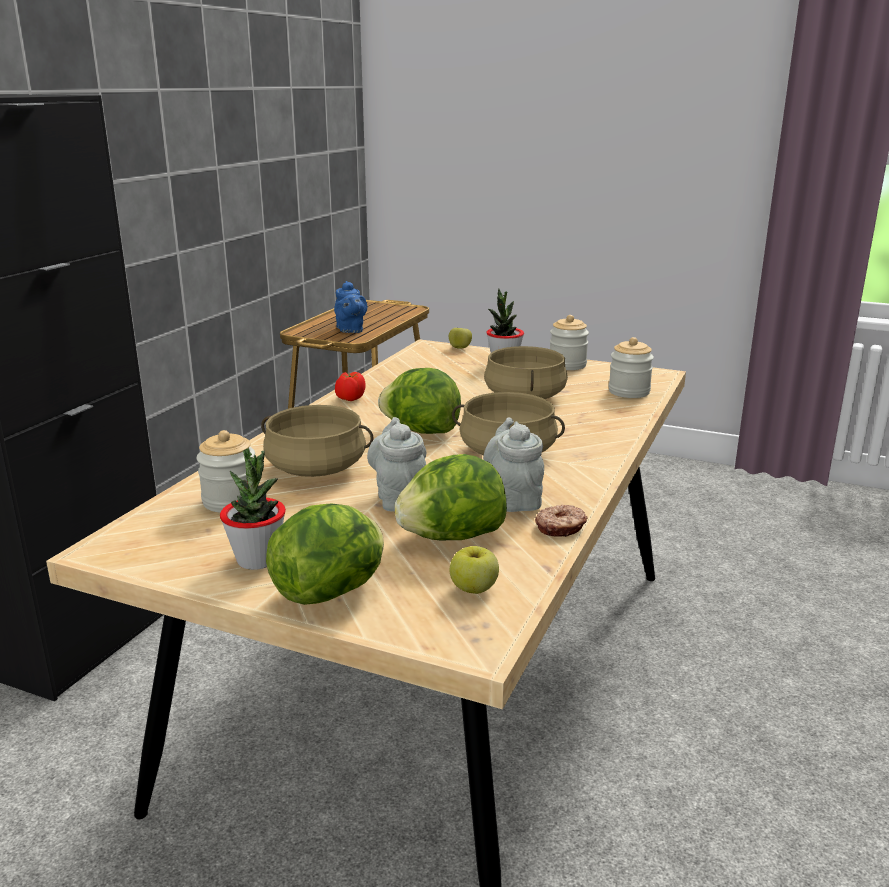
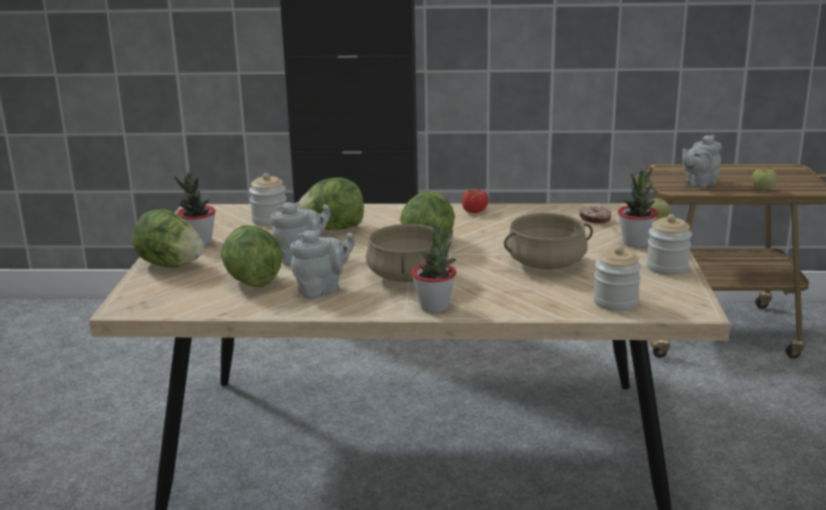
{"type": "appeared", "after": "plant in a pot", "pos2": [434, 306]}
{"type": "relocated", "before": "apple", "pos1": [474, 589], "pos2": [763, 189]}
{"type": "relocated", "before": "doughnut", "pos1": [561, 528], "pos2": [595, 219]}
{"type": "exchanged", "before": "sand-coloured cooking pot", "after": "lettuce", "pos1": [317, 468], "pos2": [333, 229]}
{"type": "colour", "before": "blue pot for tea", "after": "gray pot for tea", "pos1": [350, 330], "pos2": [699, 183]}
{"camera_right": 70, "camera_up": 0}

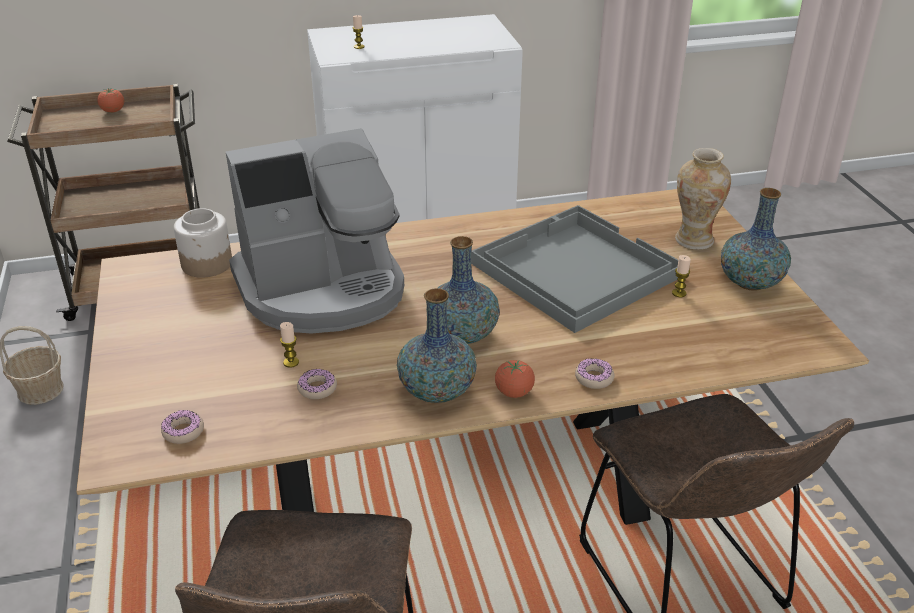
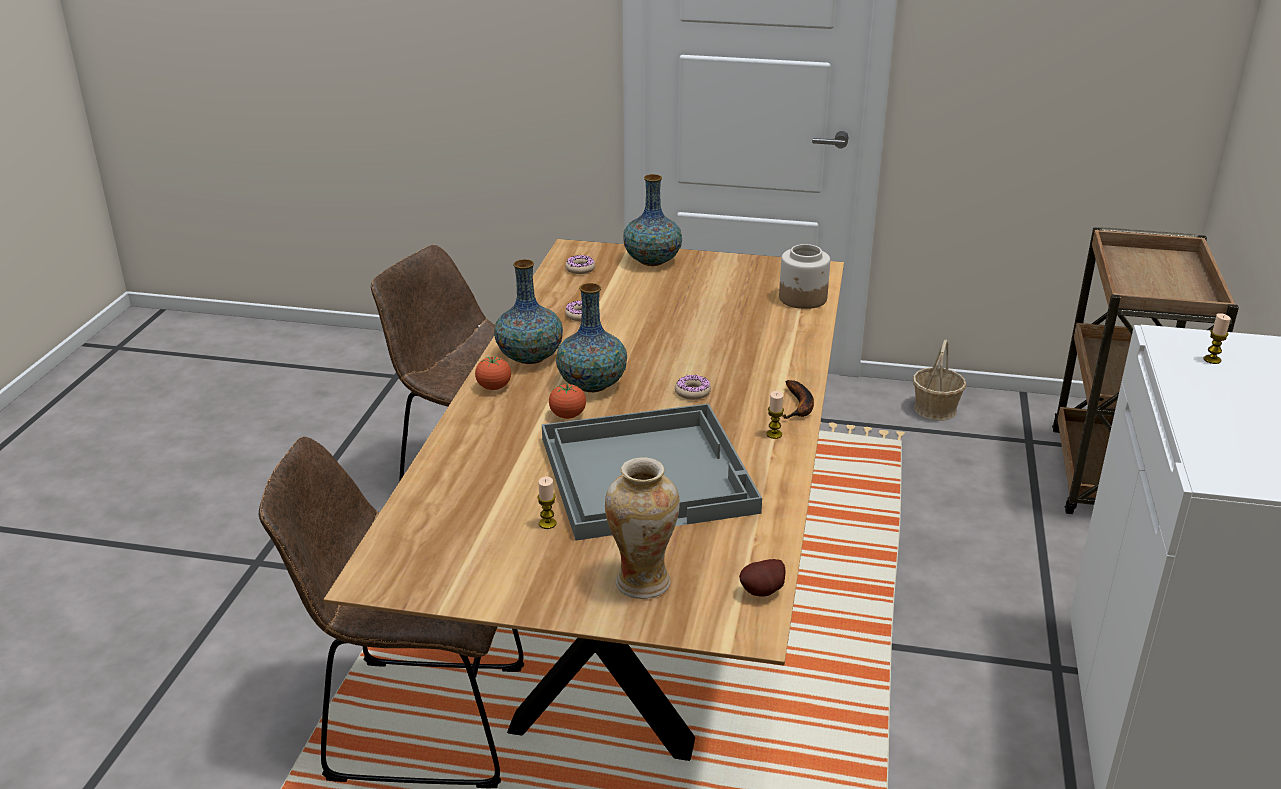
{"type": "missing", "before": "coffee brewer", "pos1": [323, 289]}
{"type": "appeared", "after": "potato", "pos2": [764, 592]}
{"type": "appeared", "after": "banana fruit", "pos2": [800, 406]}
{"type": "relocated", "before": "fresh tomato", "pos1": [113, 111], "pos2": [567, 415]}
{"type": "relocated", "before": "candle", "pos1": [291, 362], "pos2": [774, 434]}
{"type": "relocated", "before": "doughnut", "pos1": [594, 378], "pos2": [692, 392]}
{"type": "relocated", "before": "flower vase", "pos1": [750, 282], "pos2": [652, 261]}
{"camera_right": 115, "camera_up": -5}

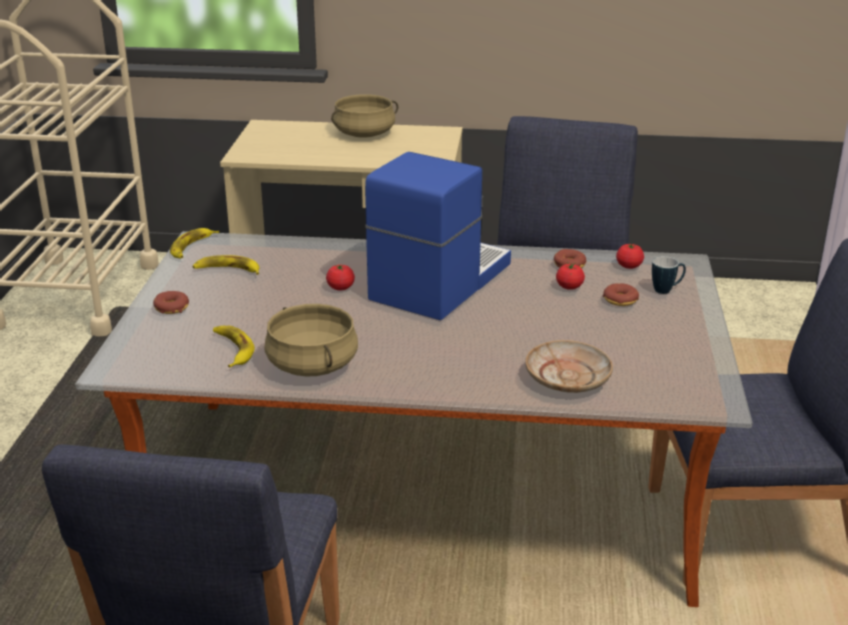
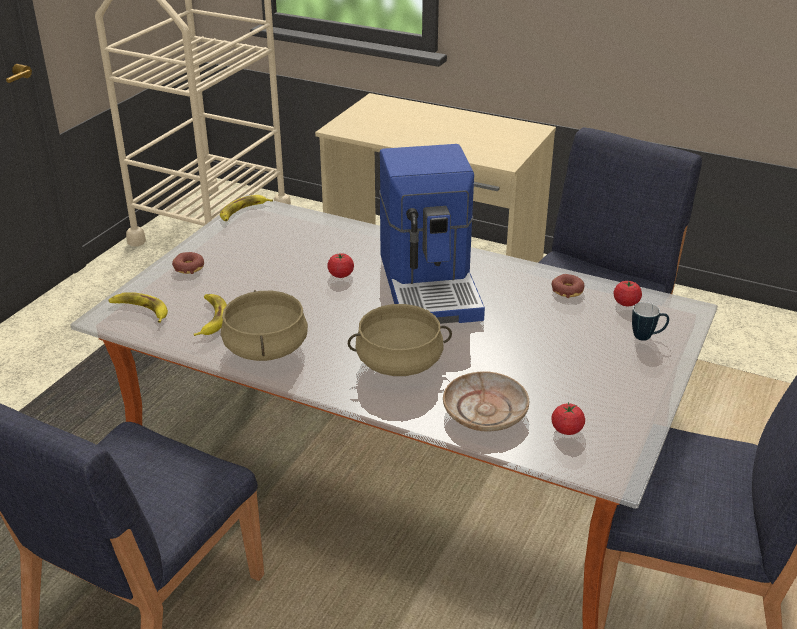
{"type": "missing", "before": "doughnut", "pos1": [620, 300]}
{"type": "relocated", "before": "banana fruit", "pos1": [227, 270], "pos2": [140, 310]}
{"type": "relocated", "before": "sand-coloured cooking pot", "pos1": [364, 134], "pos2": [399, 363]}
{"type": "relocated", "before": "fresh tomato", "pos1": [569, 287], "pos2": [566, 430]}
{"type": "spun", "before": "coffee brewer", "pos1": [438, 282], "pos2": [431, 285], "turn": 120}
{"camera_right": 20, "camera_up": 5}

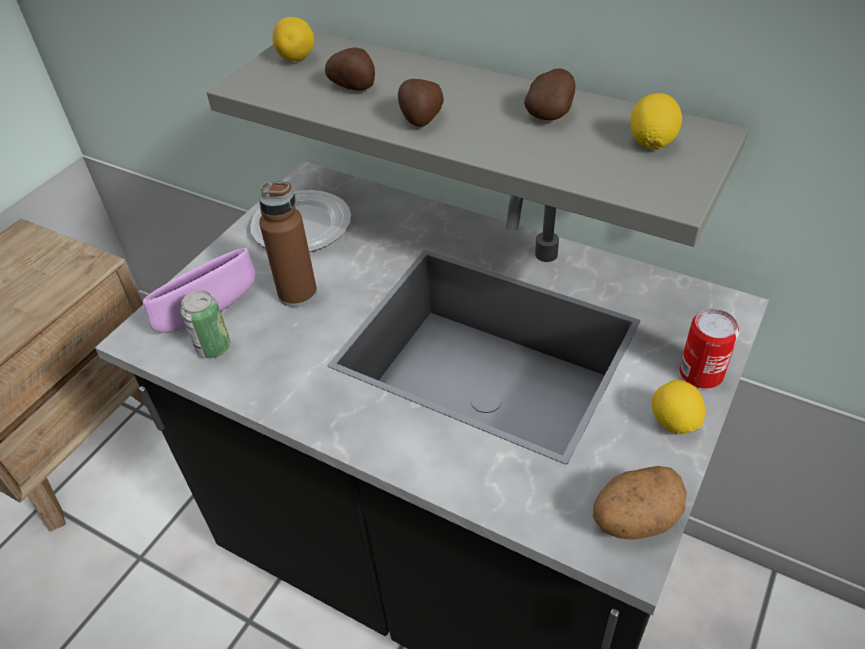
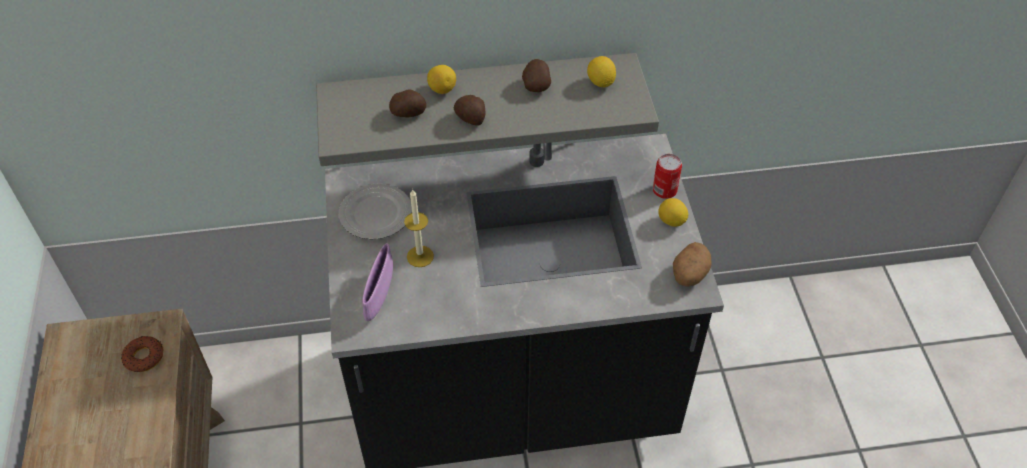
{"type": "missing", "before": "sealed can", "pos1": [213, 348]}
{"type": "appeared", "after": "doughnut", "pos2": [144, 357]}
{"type": "relocated", "before": "lemon", "pos1": [297, 59], "pos2": [442, 89]}
{"type": "exchanged", "before": "brownish drink bottle", "after": "candle", "pos1": [297, 293], "pos2": [420, 256]}
{"camera_right": -40, "camera_up": 5}

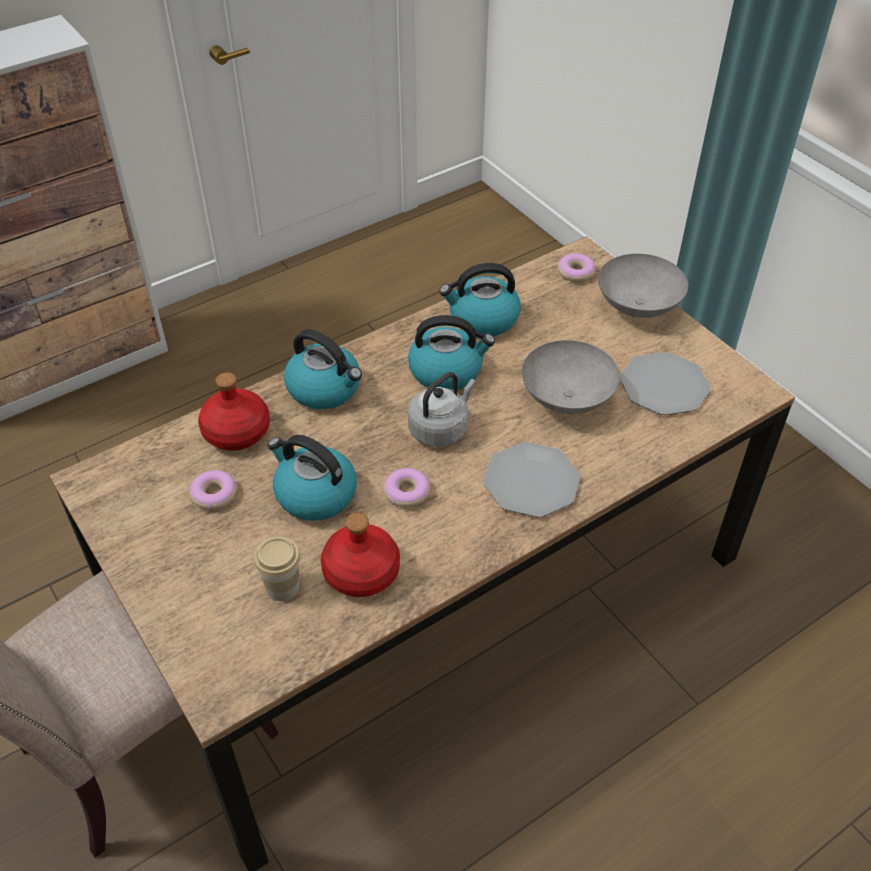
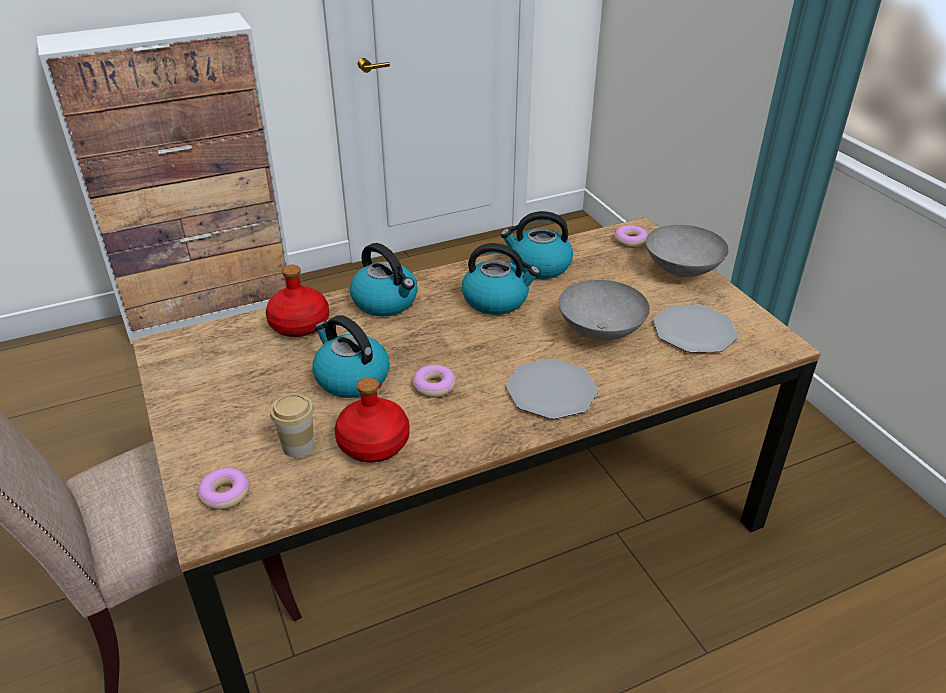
{"type": "missing", "before": "gray water kettle", "pos1": [440, 428]}
{"type": "relocated", "before": "doughnut", "pos1": [214, 494], "pos2": [225, 494]}
{"camera_right": 10, "camera_up": -10}

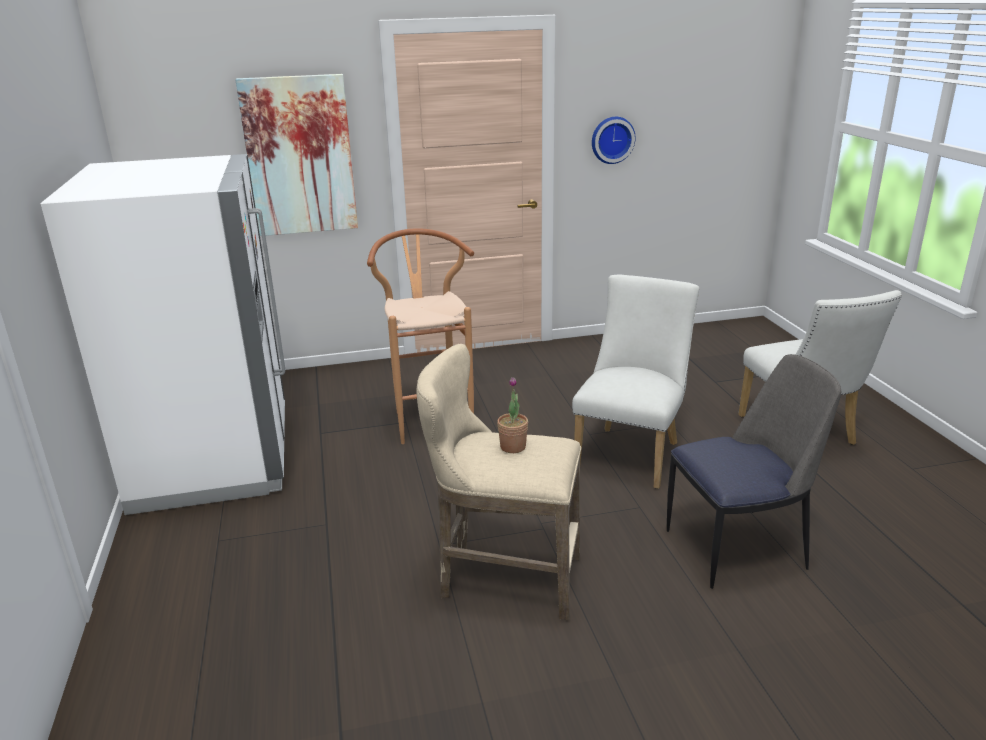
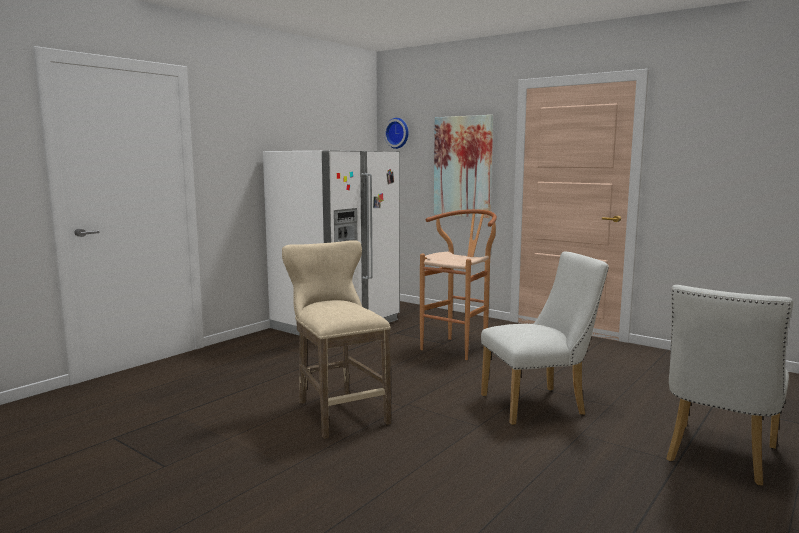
{"type": "missing", "before": "plant in a pot", "pos1": [513, 447]}
{"type": "missing", "before": "chair", "pos1": [738, 548]}
{"type": "relocated", "before": "wall clock", "pos1": [612, 139], "pos2": [398, 133]}
{"camera_right": 50, "camera_up": -15}

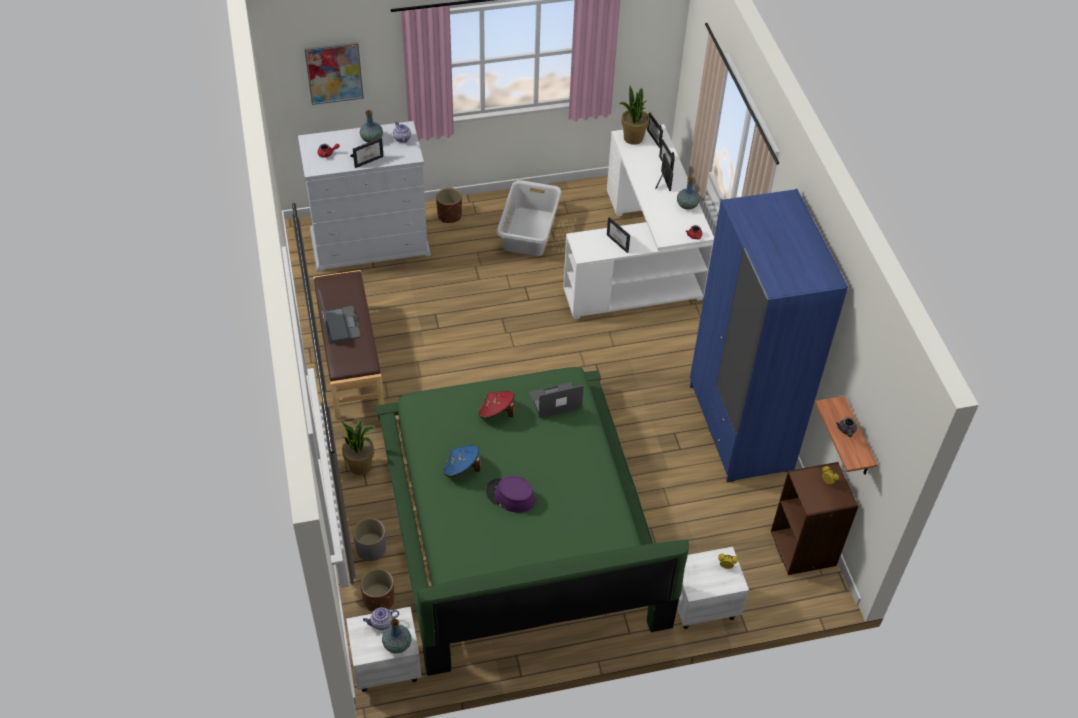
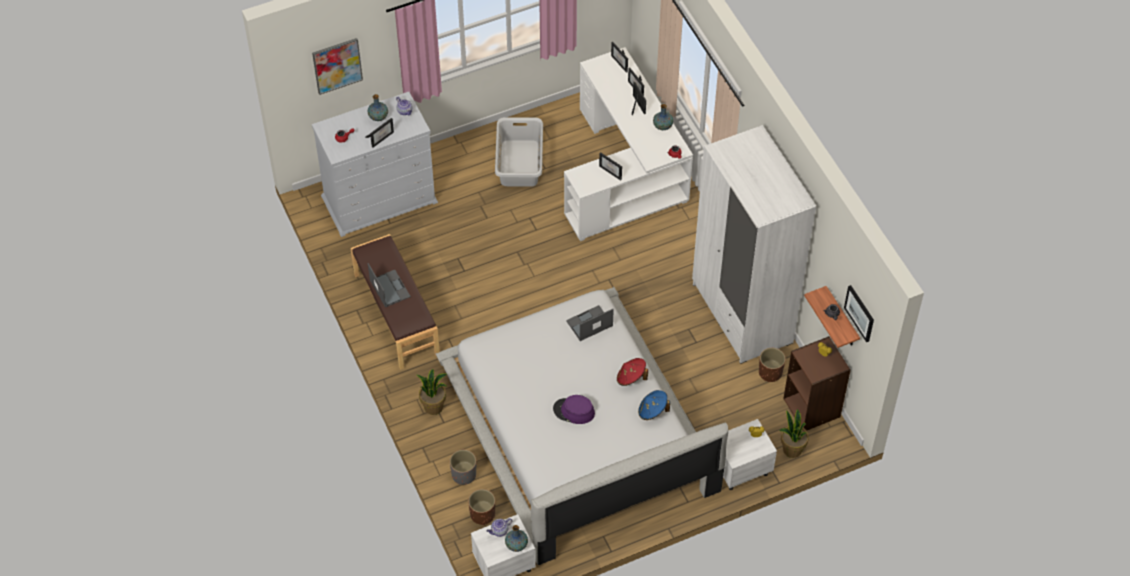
{"type": "appeared", "after": "wall art", "pos2": [860, 313]}
{"type": "relocated", "before": "brownish plant pot", "pos1": [449, 215], "pos2": [770, 372]}
{"type": "relocated", "before": "blue clothing hat", "pos1": [461, 468], "pos2": [652, 411]}
{"type": "relocated", "before": "red-coloured clothing hat", "pos1": [496, 413], "pos2": [631, 378]}
{"type": "relocated", "before": "plant in a pot", "pos1": [633, 138], "pos2": [792, 449]}
{"type": "colour", "before": "green-coloured bedroom bed", "after": "white bedroom bed", "pos1": [518, 521], "pos2": [577, 429]}
{"type": "colour", "before": "blue armoire", "after": "white armoire", "pos1": [739, 427], "pos2": [741, 314]}
{"camera_right": -10, "camera_up": 5}

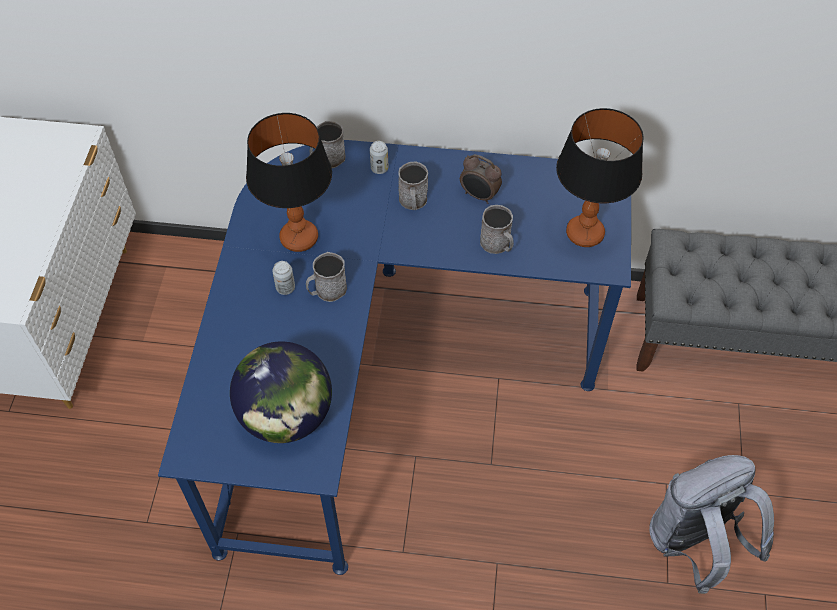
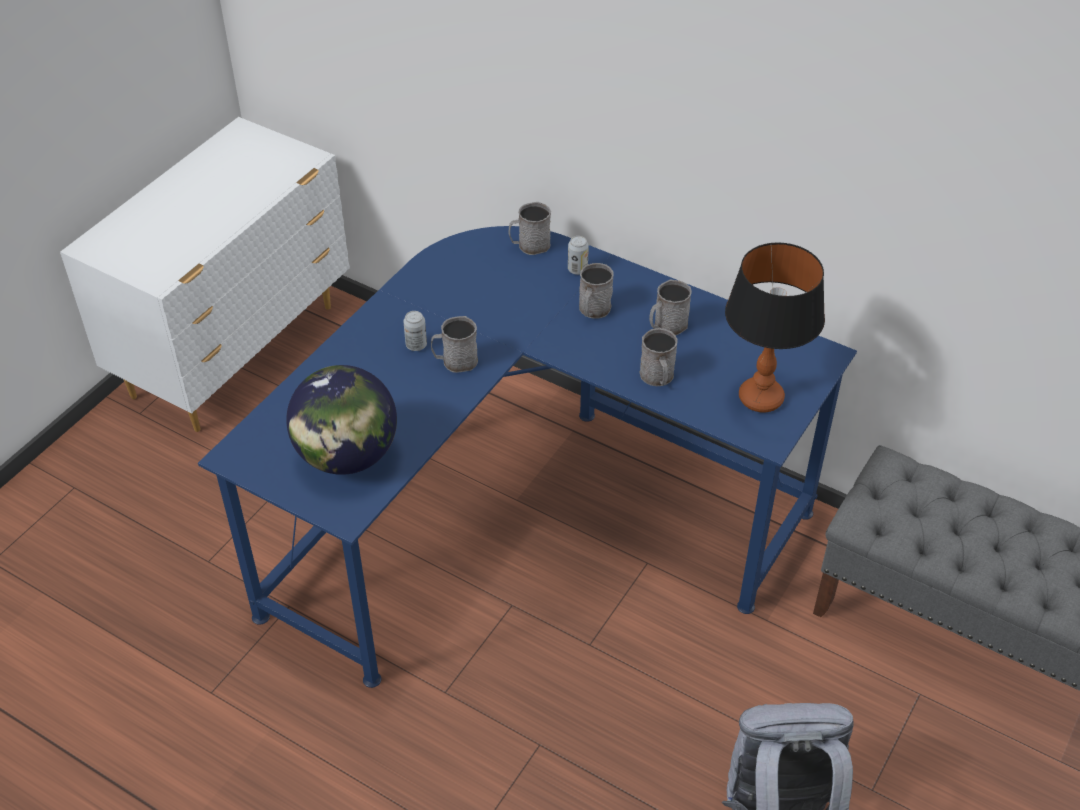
{"type": "missing", "before": "lamp for a table", "pos1": [299, 238]}
{"type": "exchanged", "before": "table clock", "after": "gray tea mug", "pos1": [479, 196], "pos2": [667, 326]}
{"camera_right": 25, "camera_up": -10}

